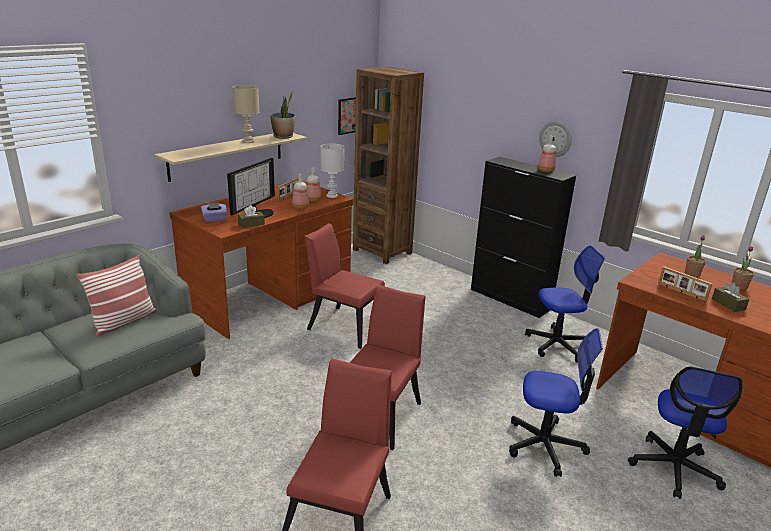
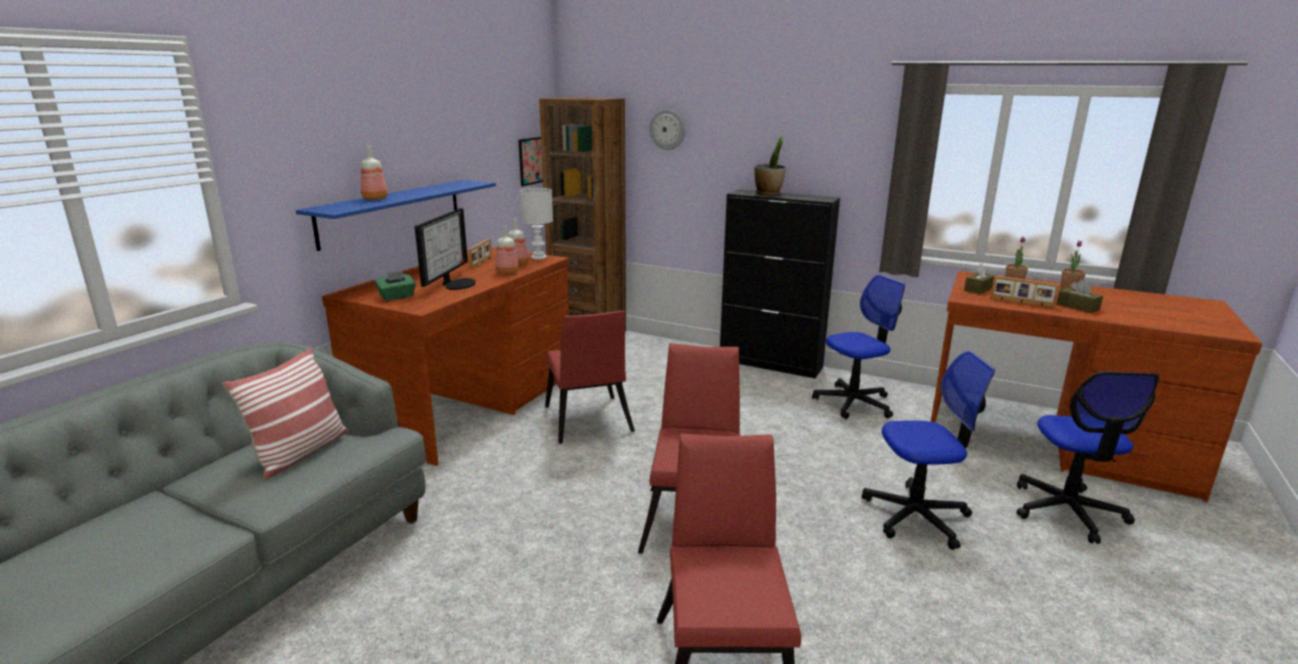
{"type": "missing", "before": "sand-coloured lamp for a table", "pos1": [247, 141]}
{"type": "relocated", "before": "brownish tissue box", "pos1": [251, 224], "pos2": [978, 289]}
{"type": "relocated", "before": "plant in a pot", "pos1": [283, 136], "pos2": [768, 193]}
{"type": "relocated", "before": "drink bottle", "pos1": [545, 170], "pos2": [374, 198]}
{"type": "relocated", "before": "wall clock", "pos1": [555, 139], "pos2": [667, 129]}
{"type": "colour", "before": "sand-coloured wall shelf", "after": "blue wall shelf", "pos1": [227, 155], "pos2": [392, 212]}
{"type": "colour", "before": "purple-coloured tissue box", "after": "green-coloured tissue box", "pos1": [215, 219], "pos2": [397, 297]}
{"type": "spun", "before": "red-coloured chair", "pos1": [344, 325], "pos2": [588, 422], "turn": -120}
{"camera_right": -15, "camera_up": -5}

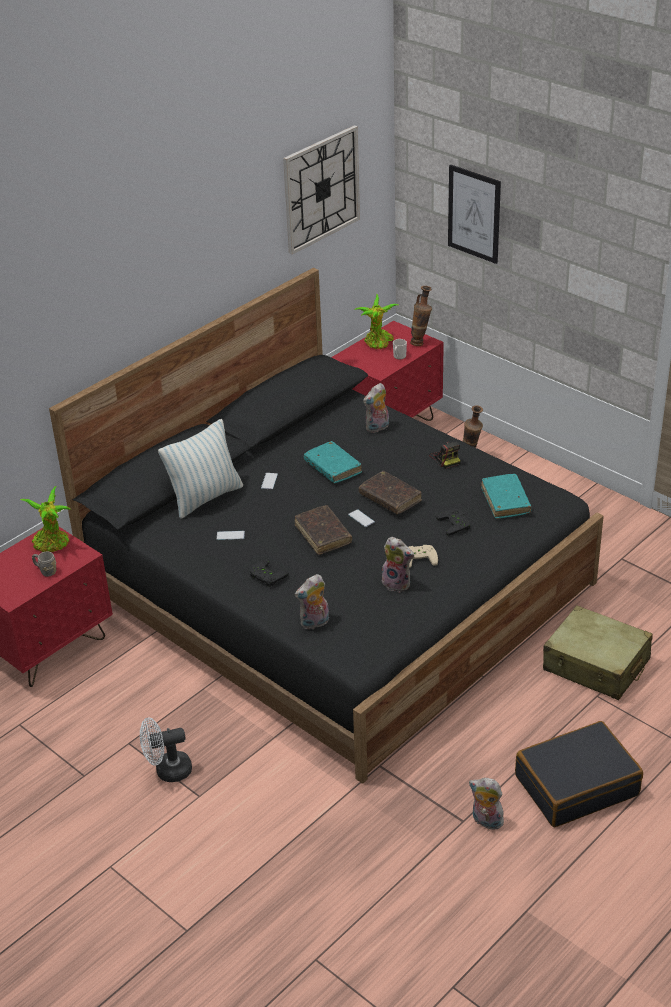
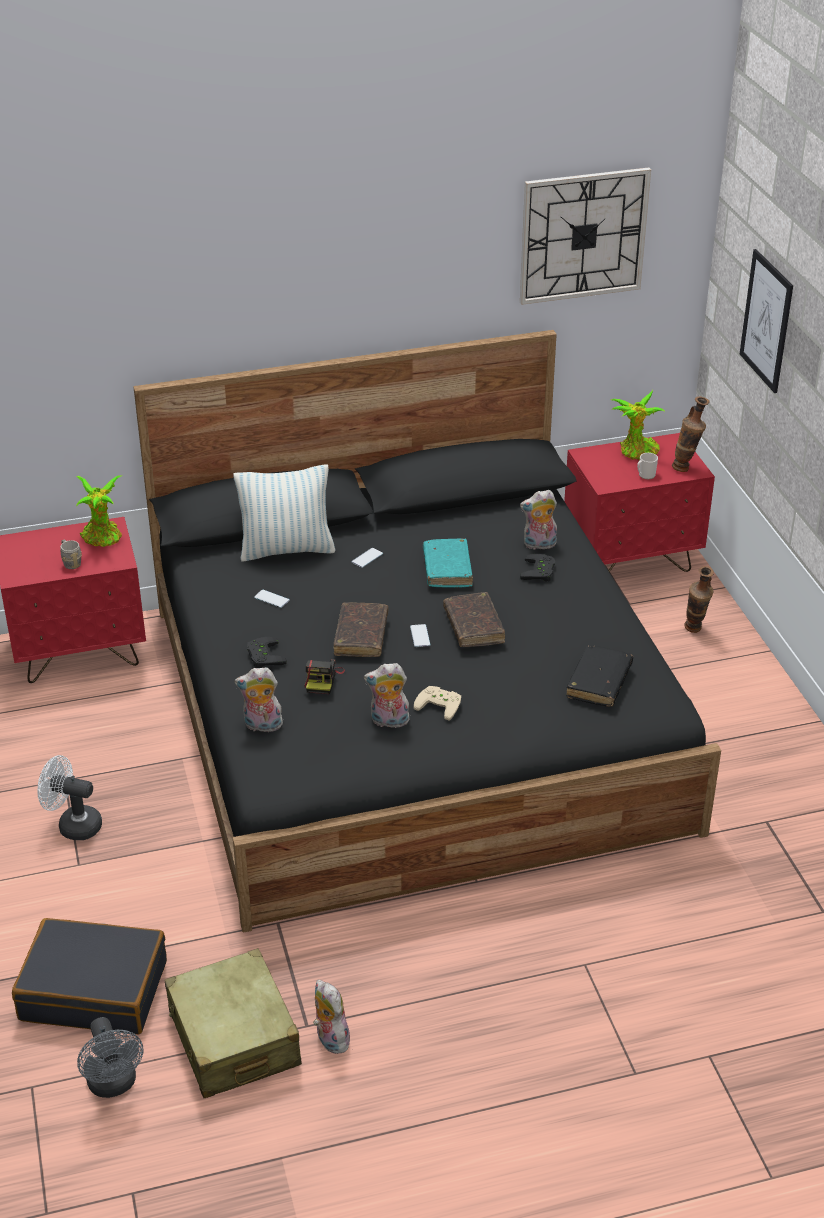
{"type": "appeared", "after": "gray fan", "pos2": [114, 1085]}
{"type": "relocated", "before": "photo camera", "pos1": [445, 458], "pos2": [323, 680]}
{"type": "relocated", "before": "blackish gamepad", "pos1": [456, 524], "pos2": [540, 571]}
{"type": "relocated", "before": "blackish suitcase", "pos1": [576, 785], "pos2": [94, 990]}
{"type": "relocated", "before": "sand-coloured suitcase", "pos1": [596, 665], "pos2": [234, 1039]}
{"type": "colour", "before": "blue-green book", "after": "blackish book", "pos1": [505, 501], "pos2": [599, 682]}
{"type": "spun", "before": "soft toy", "pos1": [398, 583], "pos2": [388, 722], "turn": 120}
{"camera_right": 30, "camera_up": 0}

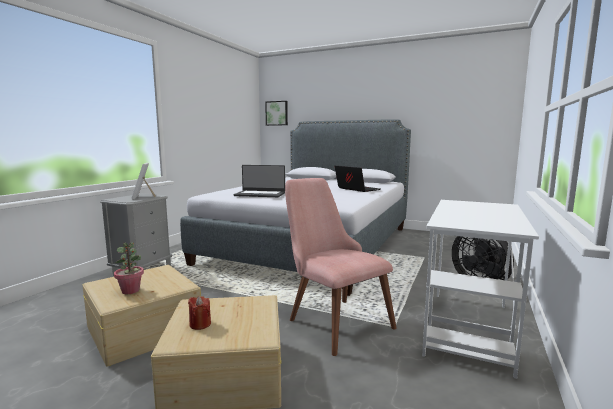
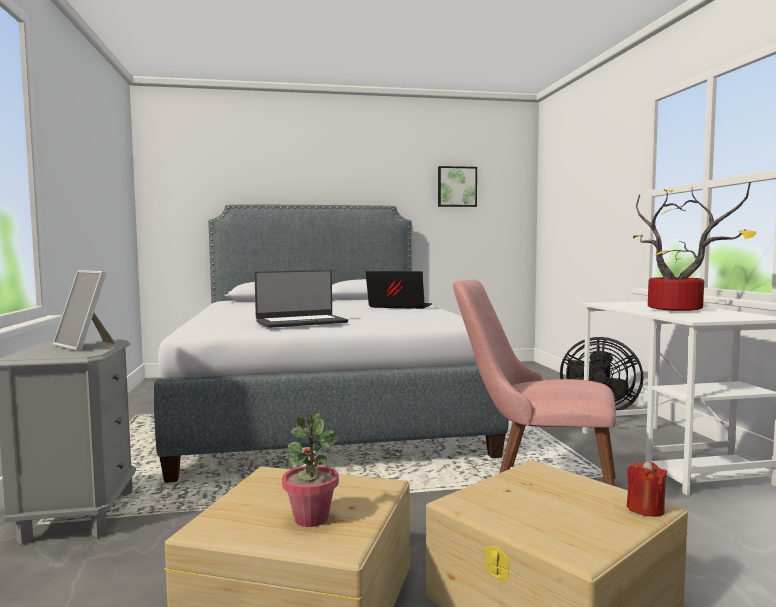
{"type": "appeared", "after": "plant in a pot", "pos2": [680, 310]}
{"type": "relocated", "before": "red-coloured candle", "pos1": [200, 324], "pos2": [645, 509]}
{"type": "relocated", "before": "wall art", "pos1": [277, 113], "pos2": [456, 187]}
{"camera_right": -35, "camera_up": -5}

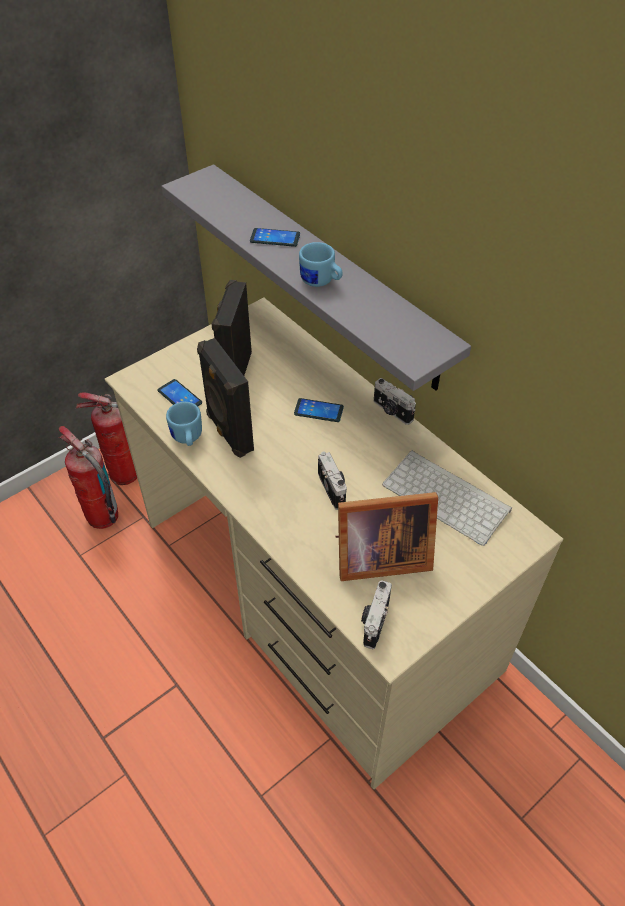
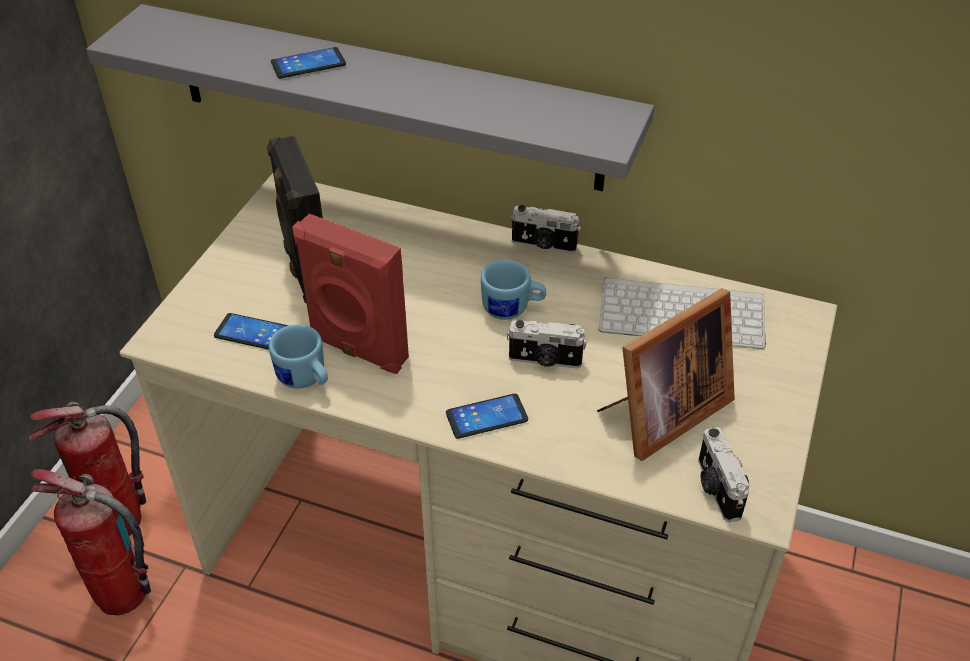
{"type": "relocated", "before": "handset", "pos1": [318, 411], "pos2": [486, 417]}
{"type": "relocated", "before": "blue tea mug", "pos1": [321, 282], "pos2": [512, 309]}
{"type": "colour", "before": "blackish speaker", "after": "red-coloured speaker", "pos1": [228, 433], "pos2": [357, 350]}
{"type": "spun", "before": "photo camera", "pos1": [333, 489], "pos2": [545, 360], "turn": 150}
{"camera_right": -30, "camera_up": -5}

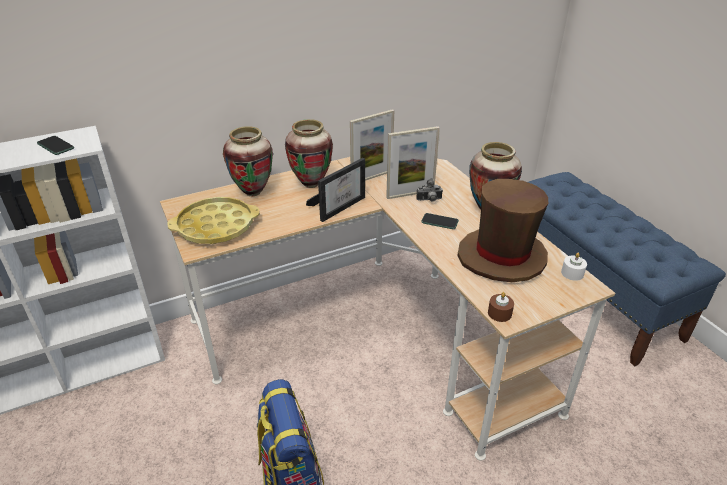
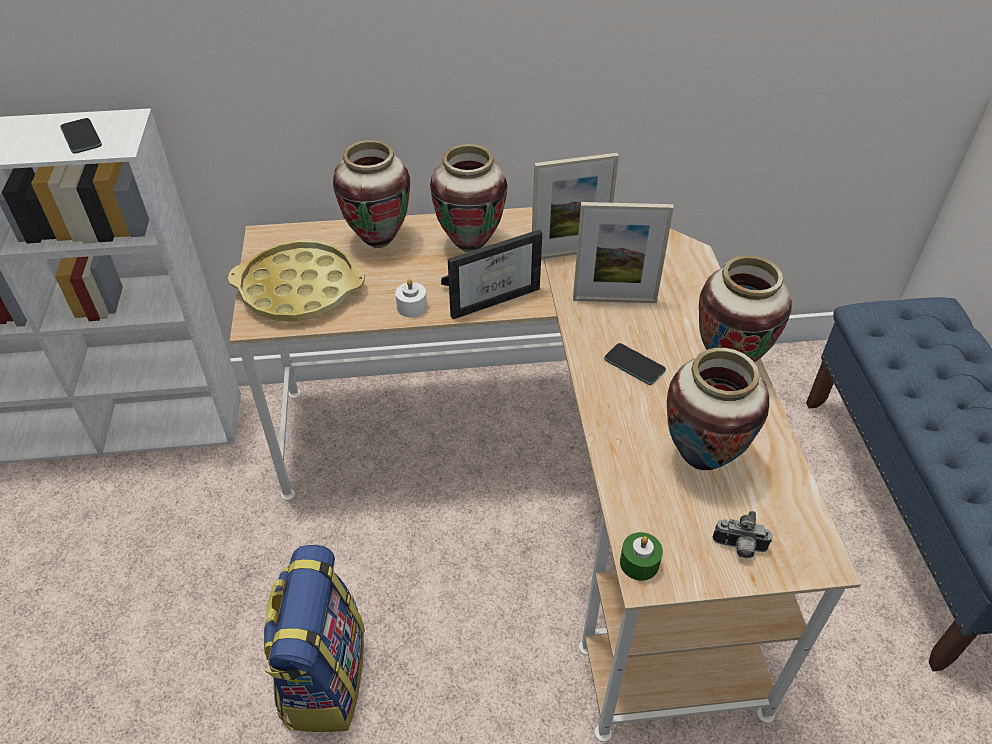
{"type": "relocated", "before": "photo camera", "pos1": [429, 200], "pos2": [739, 548]}
{"type": "relocated", "before": "white candle", "pos1": [572, 273], "pos2": [412, 307]}
{"type": "exchanged", "before": "brownish clothing hat", "after": "flower vase", "pos1": [501, 257], "pos2": [700, 459]}
{"type": "colour", "before": "brownish candle", "after": "green-coloured candle", "pos1": [499, 313], "pos2": [639, 563]}
{"camera_right": 20, "camera_up": 10}

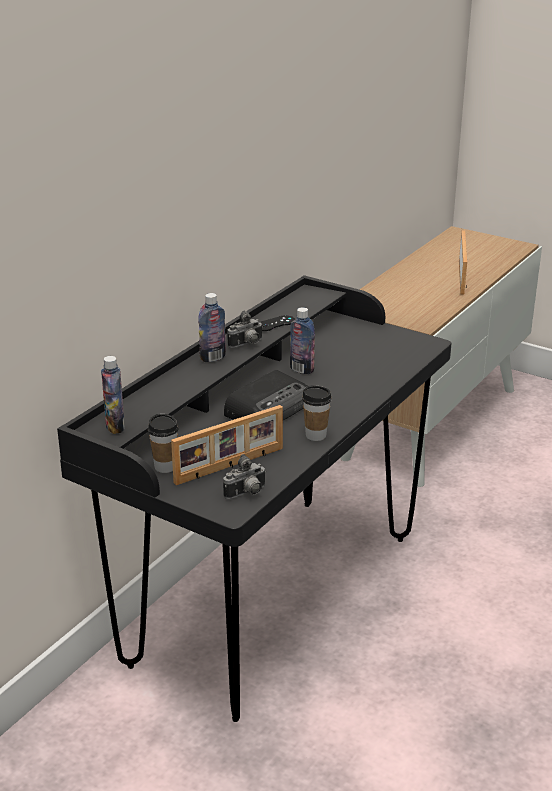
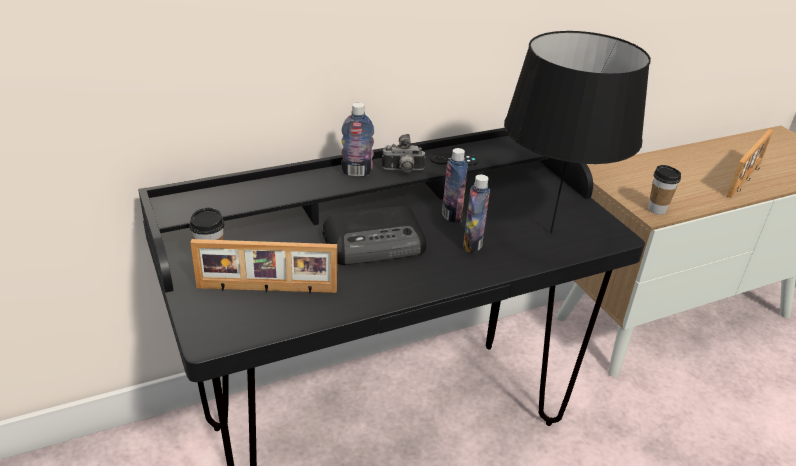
{"type": "missing", "before": "photo camera", "pos1": [247, 494]}
{"type": "appeared", "after": "blackish lamp for a table", "pos2": [550, 232]}
{"type": "relocated", "before": "drink bottle", "pos1": [115, 426], "pos2": [472, 245]}
{"type": "relocated", "before": "cup", "pos1": [316, 435], "pos2": [657, 209]}
{"camera_right": 30, "camera_up": 5}

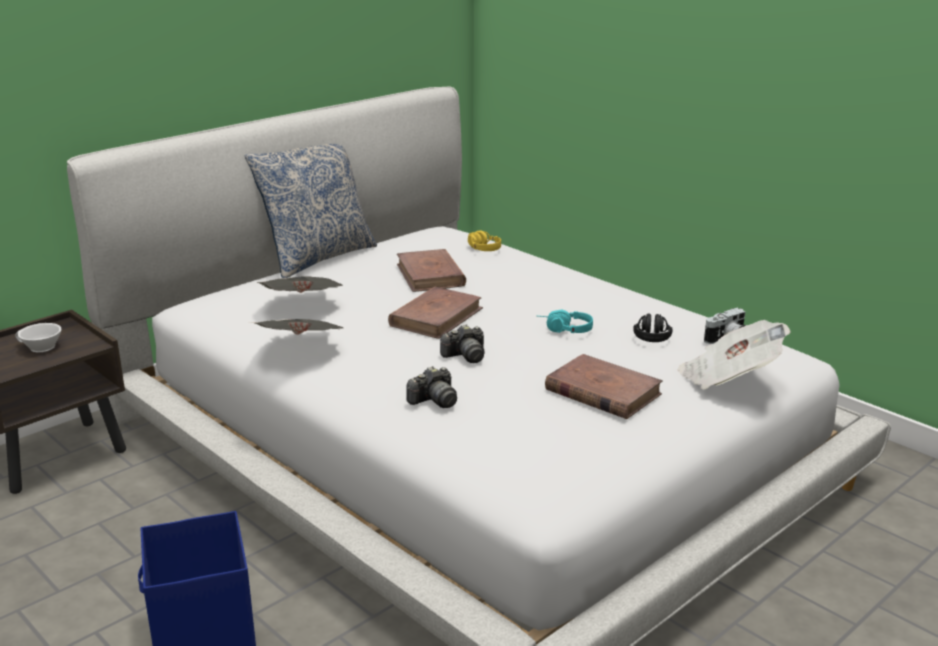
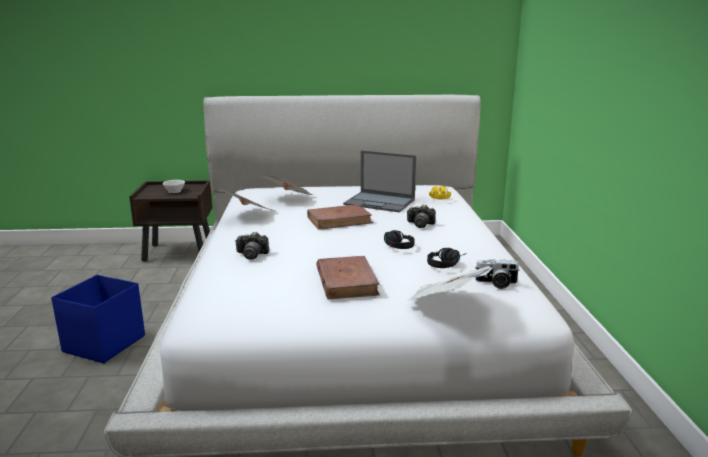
{"type": "missing", "before": "throw pillow", "pos1": [317, 258]}
{"type": "relocated", "before": "photo camera", "pos1": [465, 356], "pos2": [420, 224]}
{"type": "exchanged", "before": "brownish book", "after": "notebook computer", "pos1": [430, 275], "pos2": [380, 202]}
{"type": "colour", "before": "blue-green headphones", "after": "blackish headphones", "pos1": [563, 330], "pos2": [395, 245]}
{"camera_right": 40, "camera_up": -5}

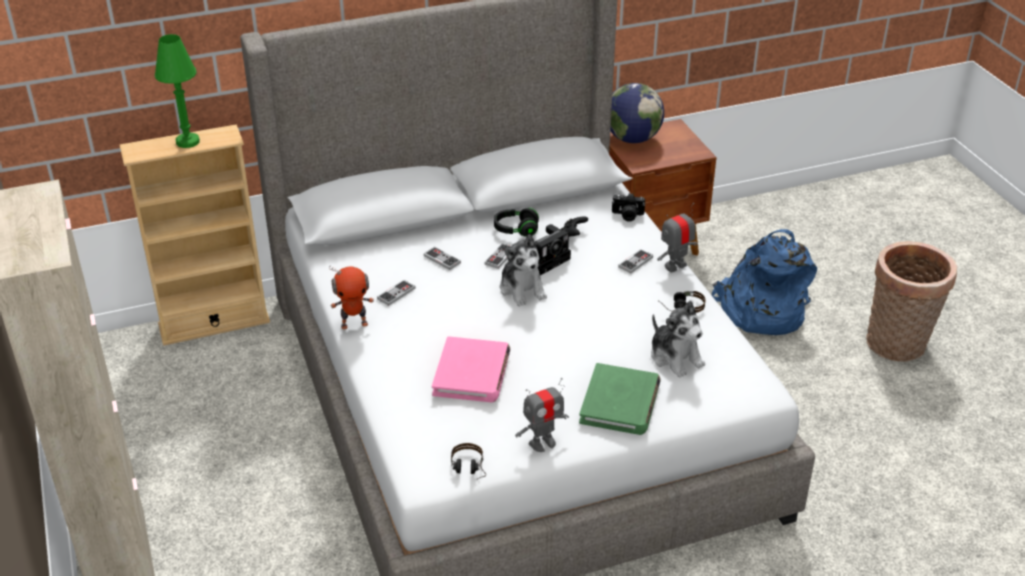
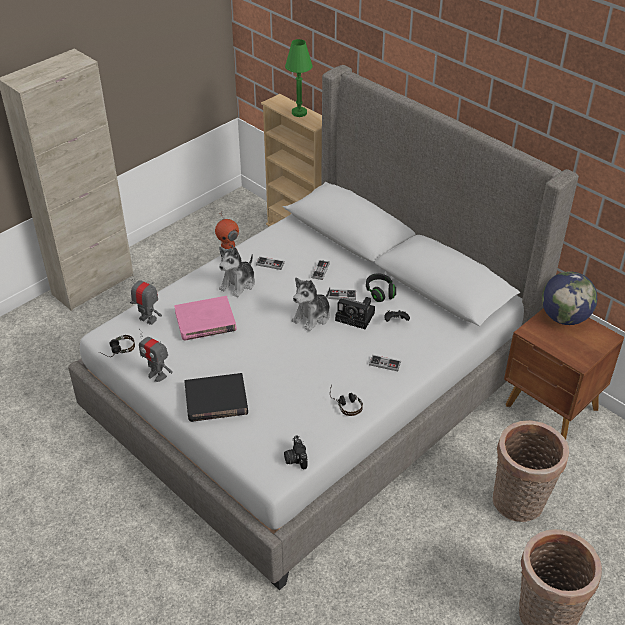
{"type": "relocated", "before": "photo camera", "pos1": [627, 215], "pos2": [295, 458]}
{"type": "relocated", "before": "soft toy", "pos1": [675, 357], "pos2": [238, 284]}
{"type": "relocated", "before": "model robot", "pos1": [675, 266], "pos2": [148, 319]}
{"type": "exchanged", "before": "blue backpack", "after": "storage basket", "pos1": [760, 311], "pos2": [519, 504]}
{"type": "colour", "before": "green-coloured book", "after": "blackish book", "pos1": [620, 403], "pos2": [216, 400]}
{"camera_right": 65, "camera_up": 5}

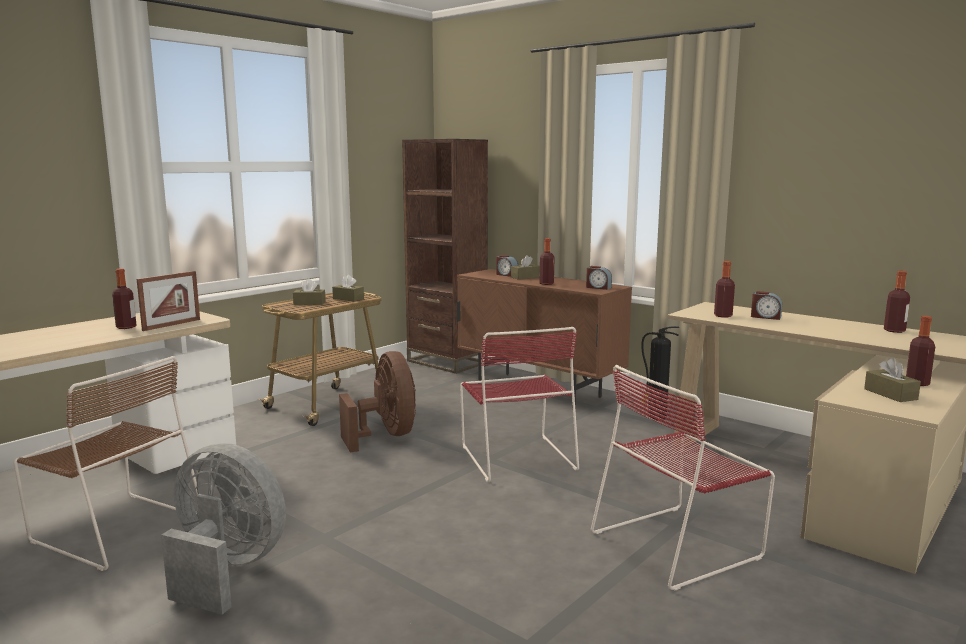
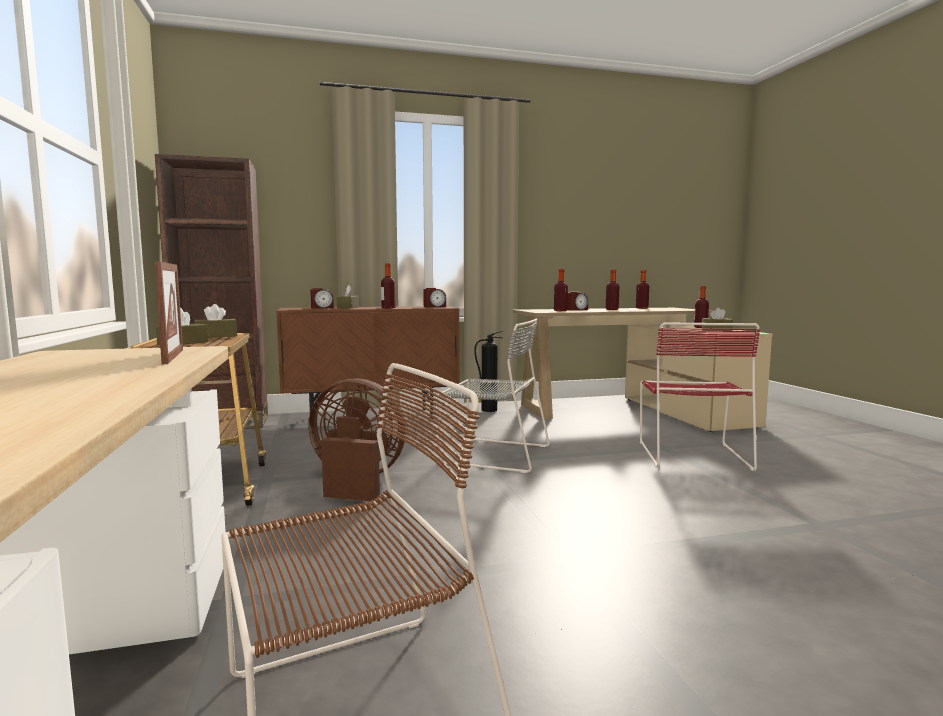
{"type": "missing", "before": "gray fan", "pos1": [226, 570]}
{"type": "relocated", "before": "drink bottle", "pos1": [126, 327], "pos2": [612, 309]}
{"type": "colour", "before": "red-coloured chair", "after": "gray chair", "pos1": [516, 456], "pos2": [491, 454]}
{"camera_right": -55, "camera_up": -5}

